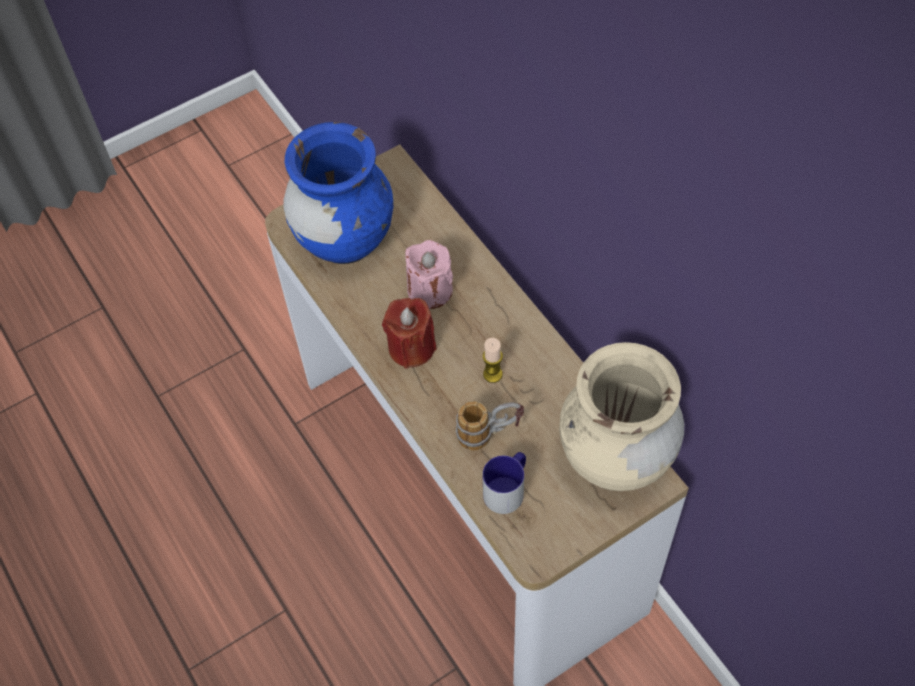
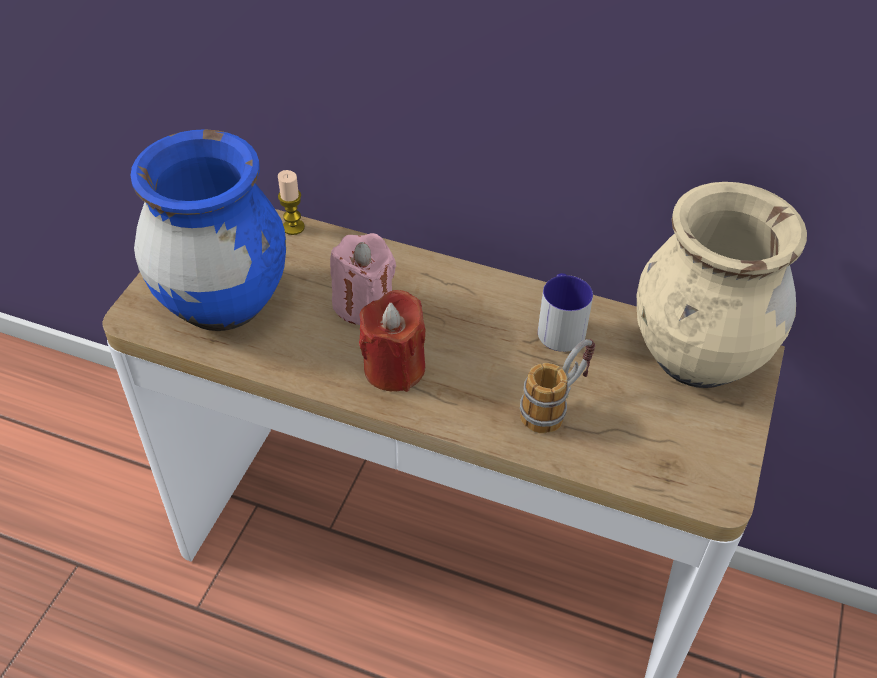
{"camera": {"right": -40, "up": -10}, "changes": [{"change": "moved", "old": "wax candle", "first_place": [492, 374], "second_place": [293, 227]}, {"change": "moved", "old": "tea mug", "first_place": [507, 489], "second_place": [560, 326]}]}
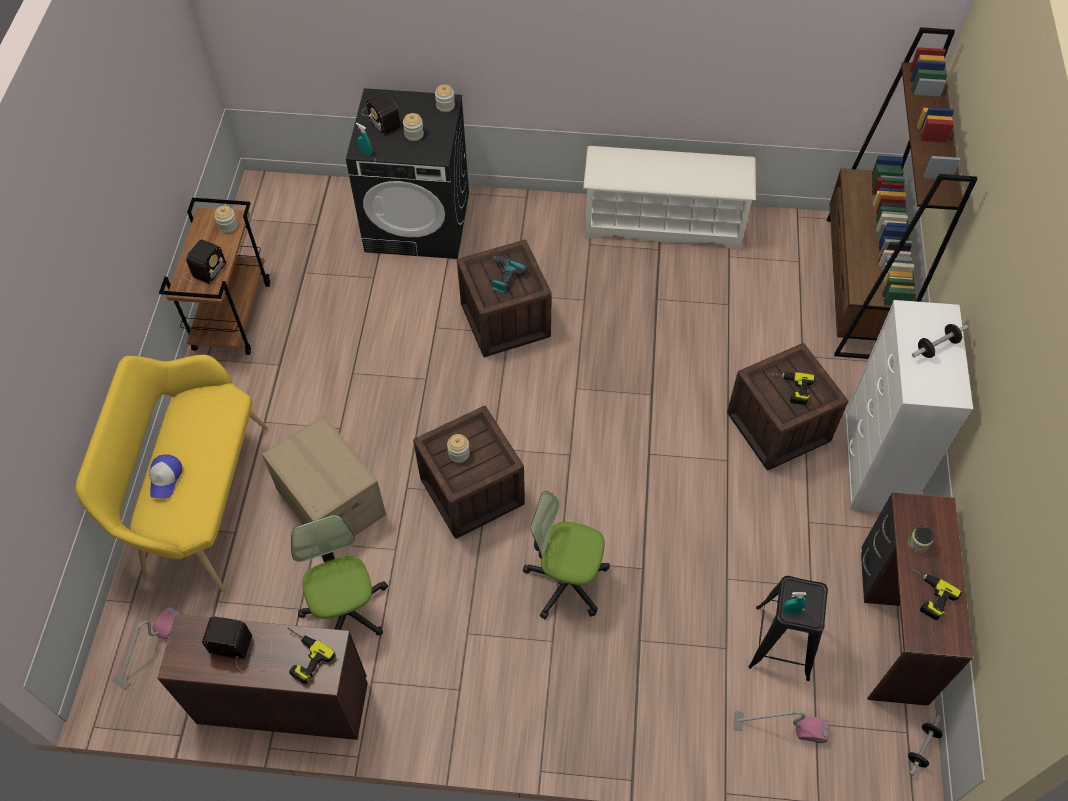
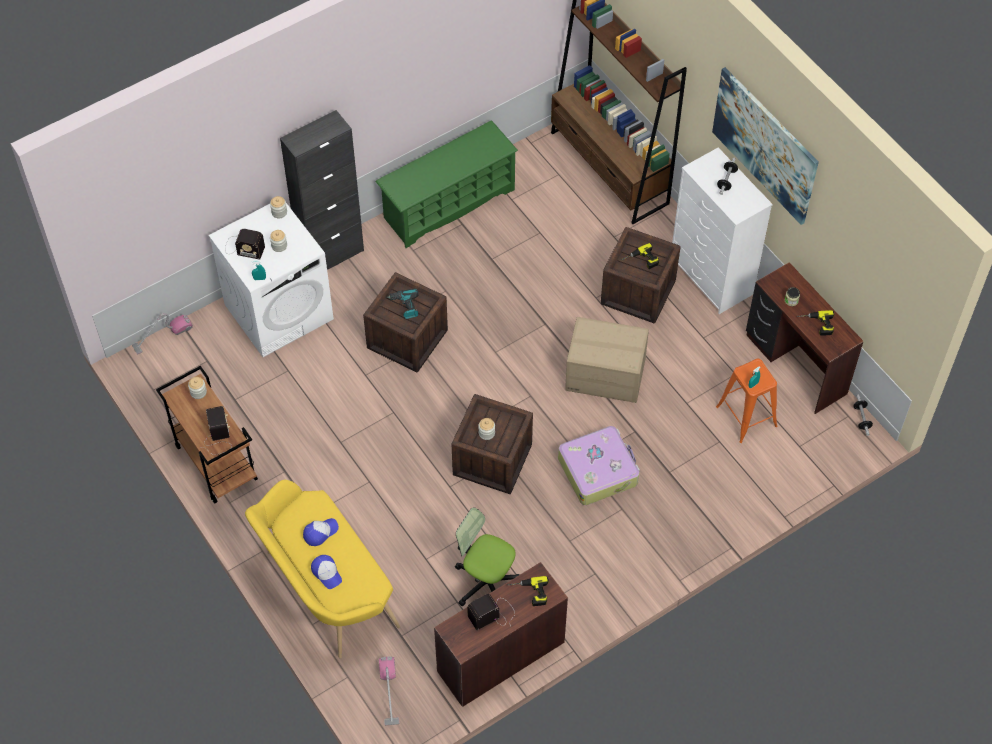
{"camera": {"right": -40, "up": 0}, "changes": [{"change": "recoloured", "old": "blackish washing machine", "new": "whitish washing machine", "first_place": [418, 222], "second_place": [279, 311]}, {"change": "recoloured", "old": "whitish shoe stand", "new": "green shoe stand", "first_place": [663, 223], "second_place": [448, 204]}, {"change": "moved", "old": "carton", "first_place": [330, 502], "second_place": [605, 375]}, {"change": "replaced", "old": "computer chair", "new": "piece of luggage", "first_place": [566, 581], "second_place": [598, 470]}, {"change": "recoloured", "old": "blackish stool seat", "new": "orange stool seat", "first_place": [782, 643], "second_place": [746, 416]}, {"change": "moved", "old": "vacuum cleaner", "first_place": [780, 727], "second_place": [162, 336]}, {"change": "added", "new": "wall art", "second_place": [765, 145]}, {"change": "added", "new": "blackish cabinet", "second_place": [331, 255]}, {"change": "added", "new": "cap", "second_place": [320, 532]}]}
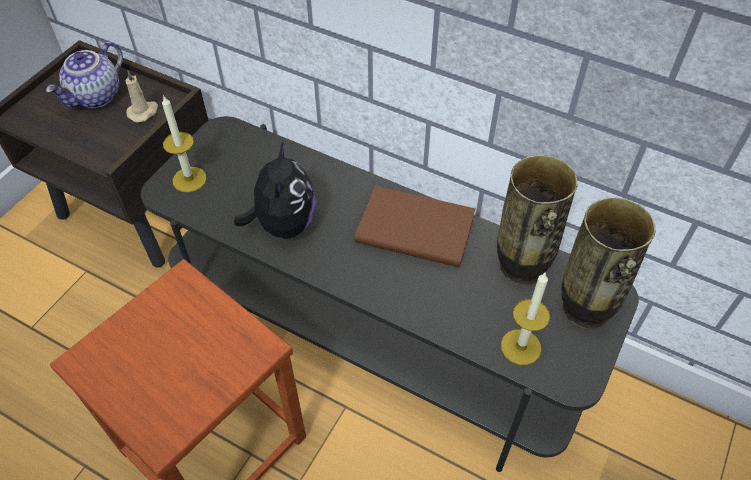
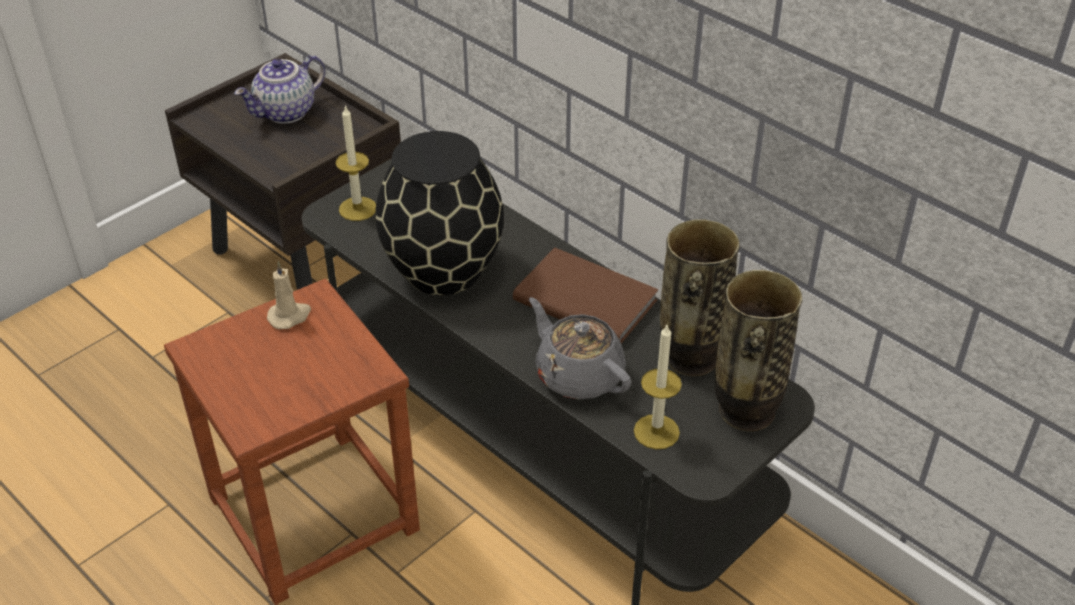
{"camera": {"right": 15, "up": -10}, "changes": [{"change": "moved", "old": "sand-coloured wax candle", "first_place": [143, 112], "second_place": [290, 316]}, {"change": "replaced", "old": "plush toy", "new": "blackish decorative vase", "first_place": [283, 224], "second_place": [442, 269]}, {"change": "added", "new": "greyish tea pot", "second_place": [578, 375]}]}
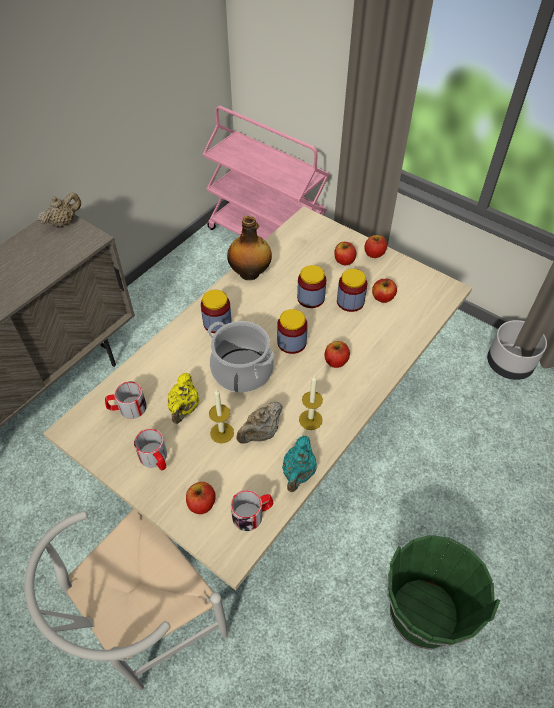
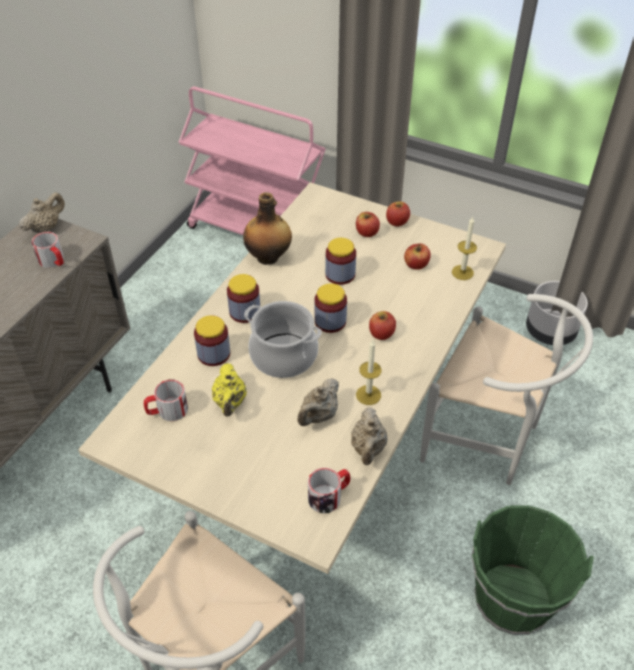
{"camera": {"right": -10, "up": -5}, "changes": [{"change": "moved", "old": "preserve jar", "first_place": [350, 301], "second_place": [214, 354]}, {"change": "moved", "old": "wax candle", "first_place": [222, 433], "second_place": [462, 272]}, {"change": "moved", "old": "tea mug", "first_place": [155, 459], "second_place": [53, 261]}, {"change": "recoloured", "old": "blue-green tea pot", "new": "sand-coloured tea pot", "first_place": [298, 473], "second_place": [368, 449]}, {"change": "removed", "old": "whole apple", "first_place": [201, 503]}, {"change": "added", "new": "whitish plain chair", "second_place": [489, 441]}]}
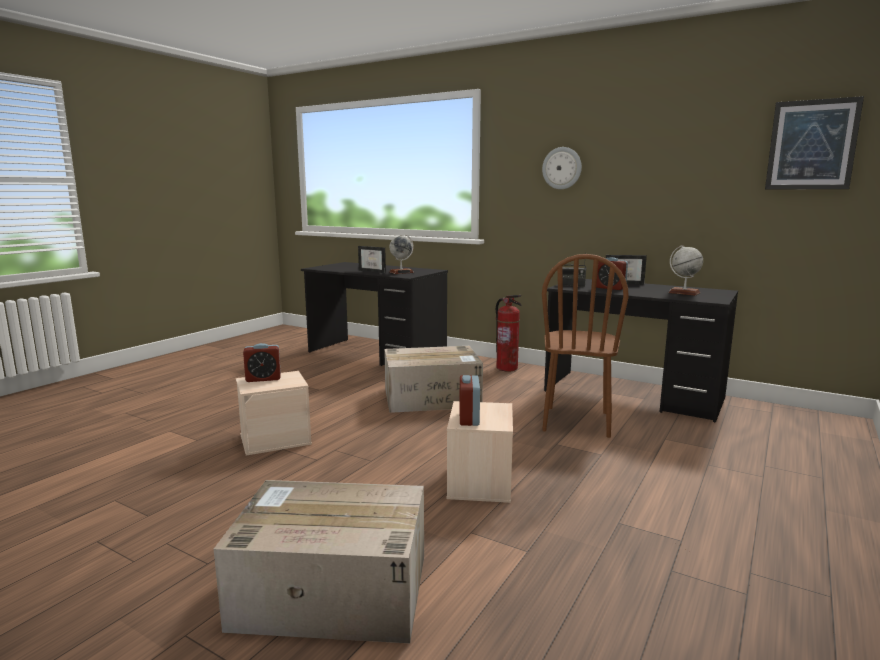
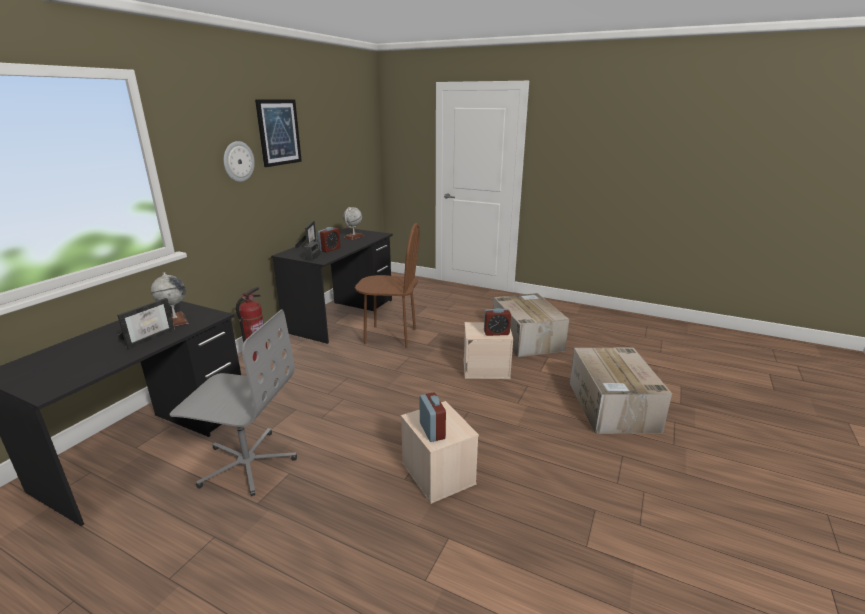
{"camera": {"right": -95, "up": 10}, "changes": [{"change": "moved", "old": "wall art", "first_place": [812, 145], "second_place": [278, 132]}, {"change": "moved", "old": "carton", "first_place": [433, 398], "second_place": [526, 337]}, {"change": "added", "new": "greyish computer chair", "second_place": [247, 463]}]}
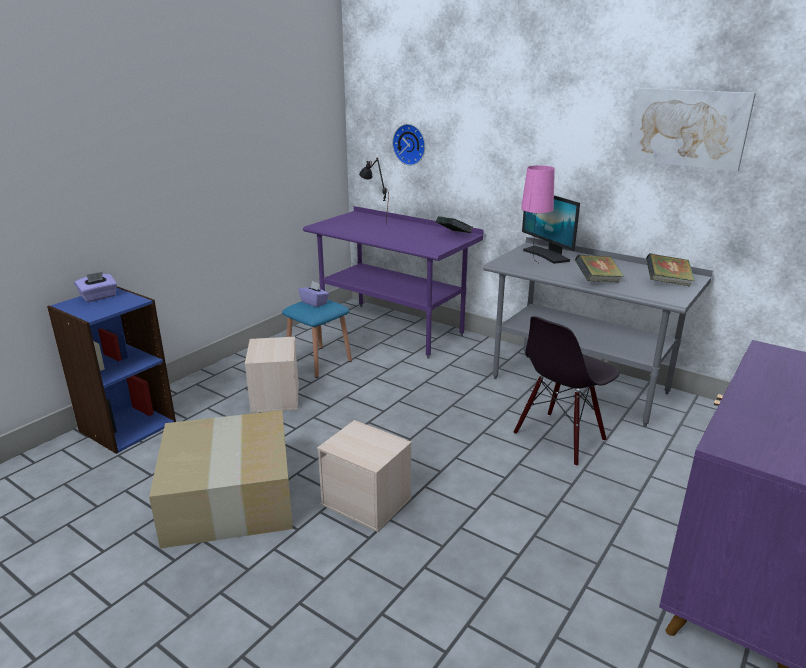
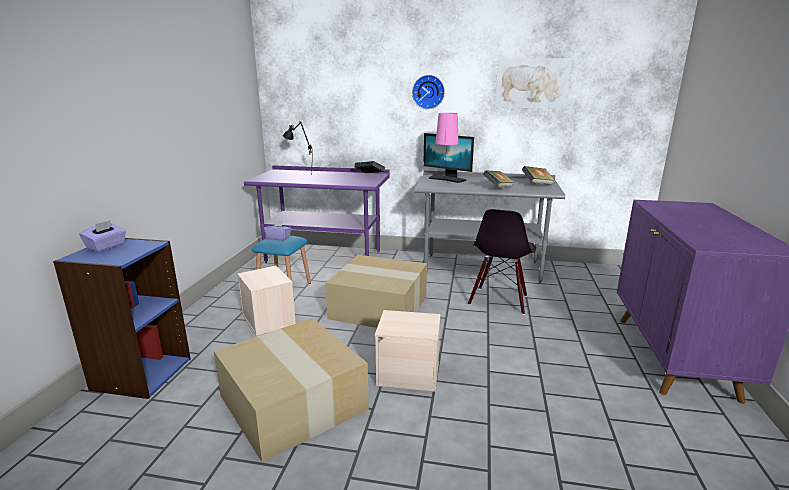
{"camera": {"right": -25, "up": -5}, "changes": [{"change": "moved", "old": "clock on the wall", "first_place": [410, 144], "second_place": [428, 92]}, {"change": "added", "new": "carton", "second_place": [380, 306]}]}
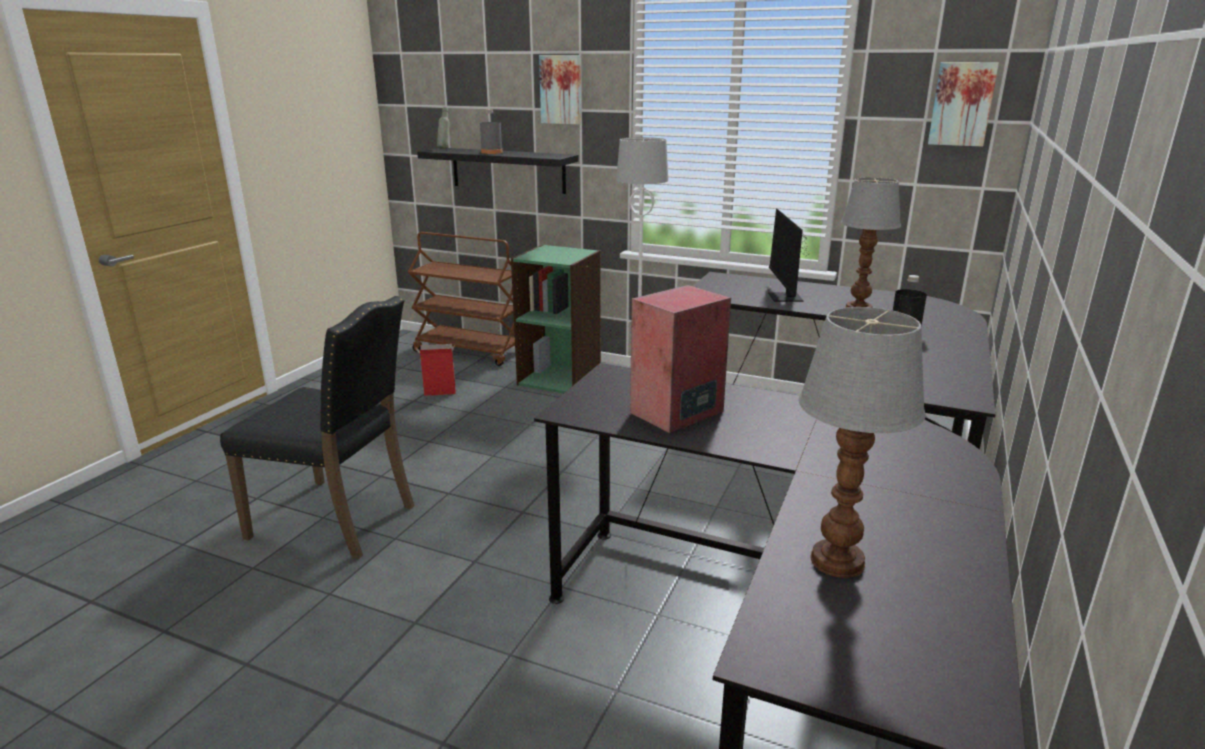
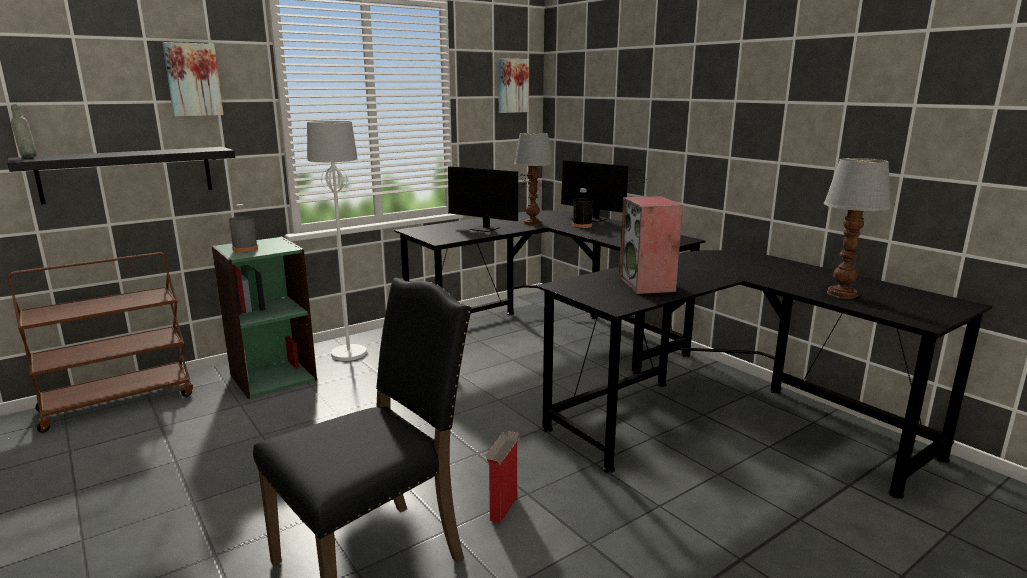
{"camera": {"right": -60, "up": -5}, "changes": [{"change": "moved", "old": "greyish bottle", "first_place": [491, 152], "second_place": [245, 249]}, {"change": "moved", "old": "carton", "first_place": [439, 393], "second_place": [503, 509]}, {"change": "added", "new": "monitor", "second_place": [596, 220]}]}
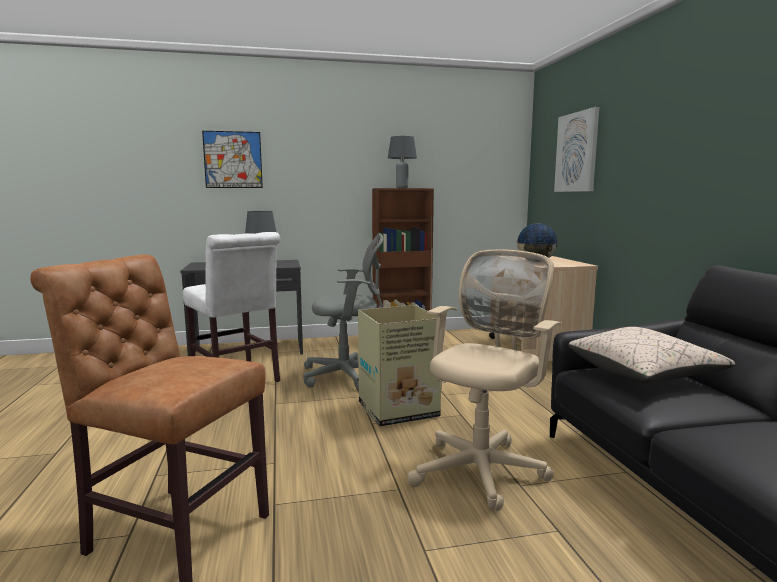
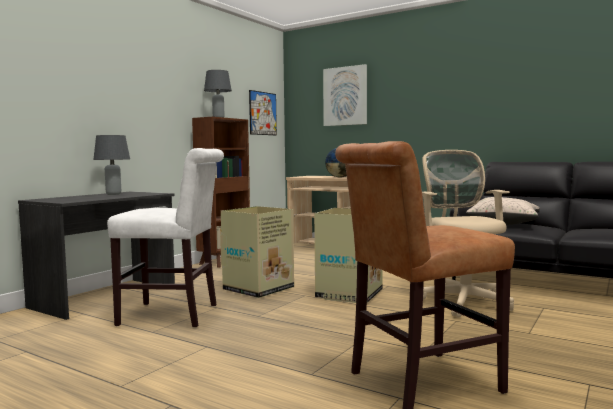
{"camera": {"right": -45, "up": -5}, "changes": [{"change": "moved", "old": "wall art", "first_place": [233, 160], "second_place": [263, 113]}, {"change": "replaced", "old": "greyish computer chair", "new": "carton", "first_place": [348, 376], "second_place": [259, 289]}]}
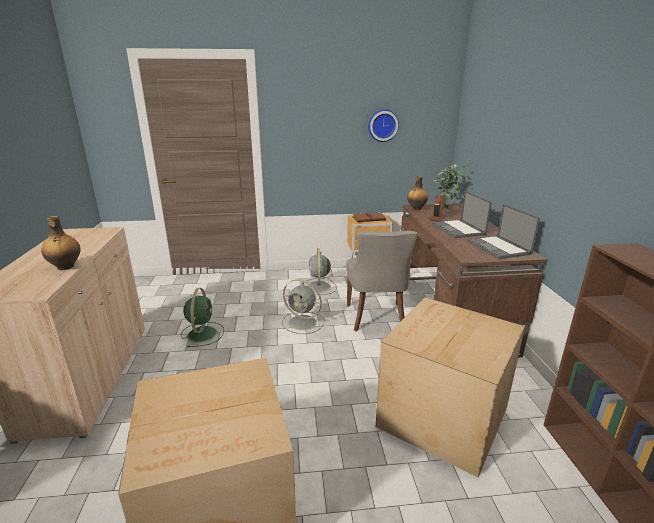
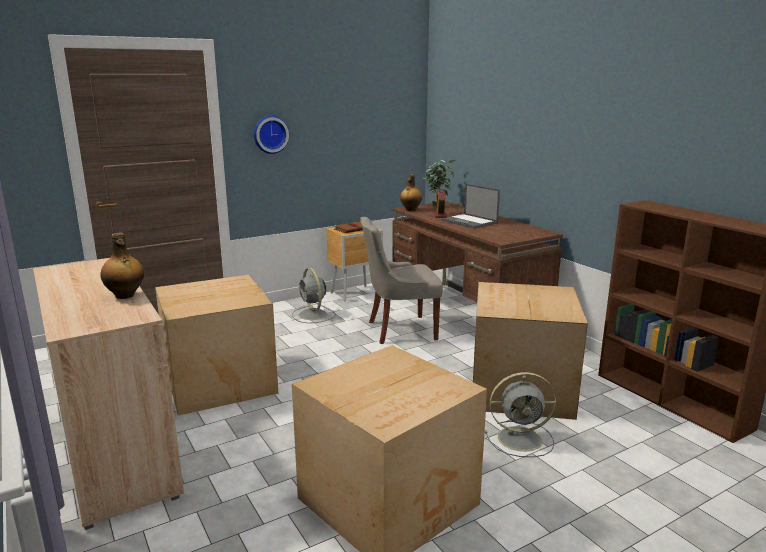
{"camera": {"right": -25, "up": -5}, "changes": [{"change": "moved", "old": "clock on the wall", "first_place": [382, 125], "second_place": [270, 134]}, {"change": "removed", "old": "portable computer", "first_place": [499, 248]}, {"change": "turned", "old": "greyish plain chair", "first_place": [376, 317], "second_place": [400, 330], "degrees": 105}, {"change": "moved", "old": "greyish electric fan", "first_place": [303, 323], "second_place": [522, 439]}, {"change": "replaced", "old": "green electric fan", "new": "carton", "first_place": [202, 333], "second_place": [218, 382]}]}
